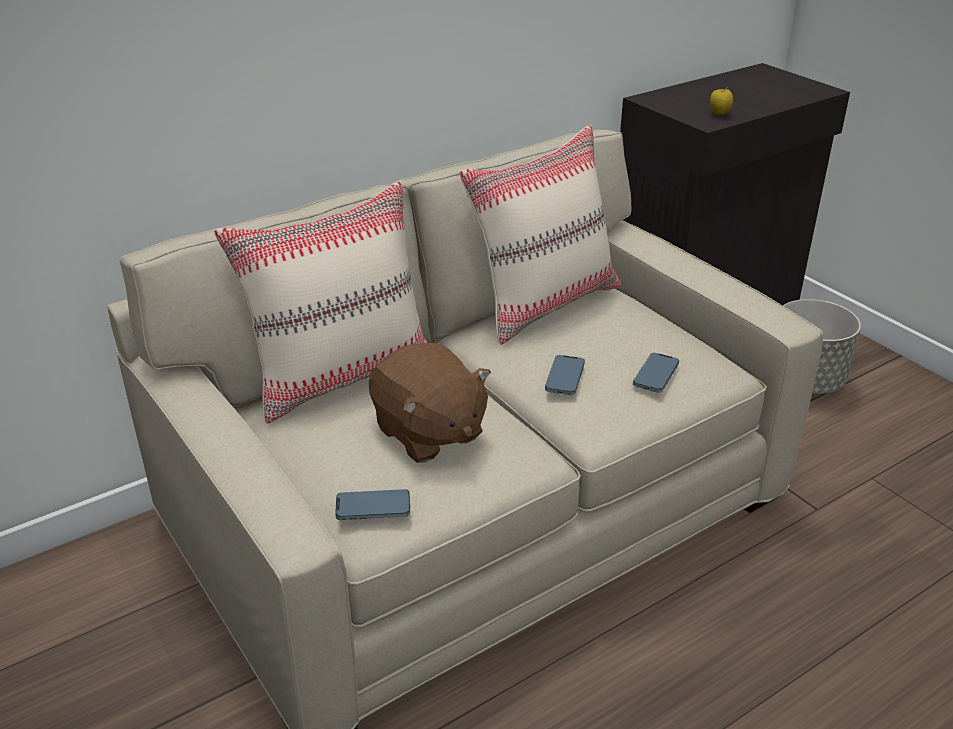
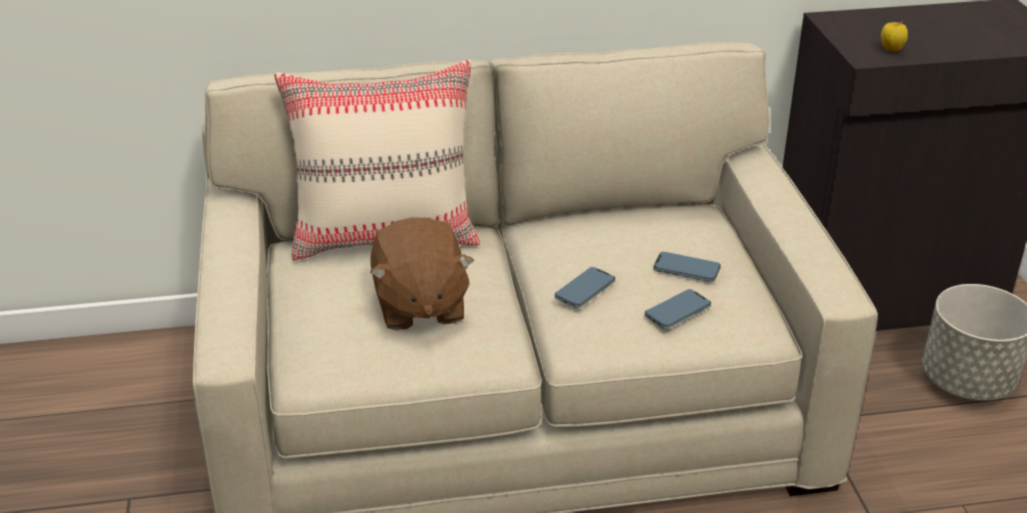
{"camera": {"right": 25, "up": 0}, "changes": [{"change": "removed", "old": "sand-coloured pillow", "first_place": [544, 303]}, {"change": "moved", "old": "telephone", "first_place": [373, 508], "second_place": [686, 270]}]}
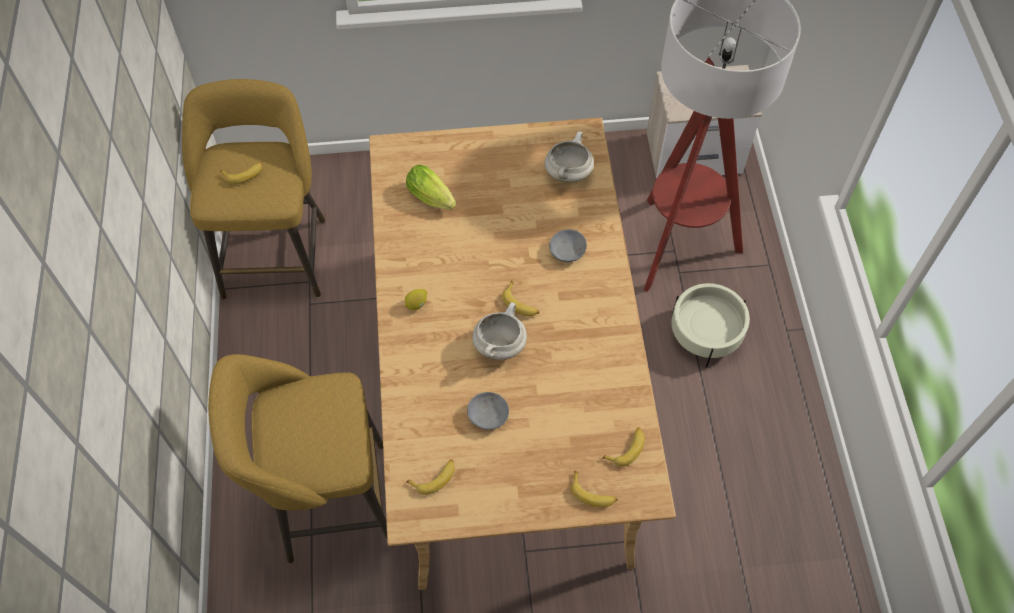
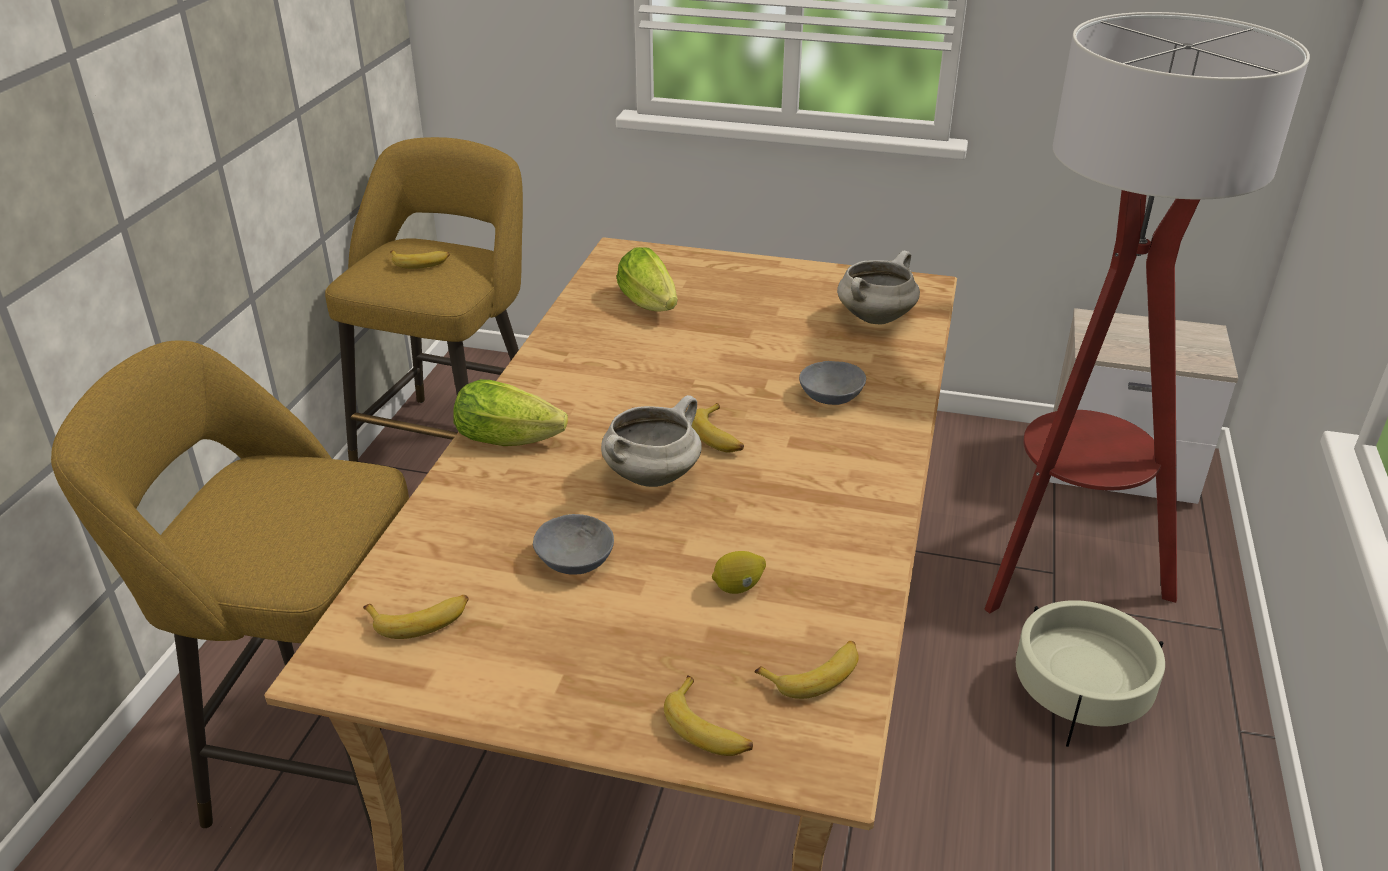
{"camera": {"right": 20, "up": -25}, "changes": [{"change": "moved", "old": "lemon", "first_place": [416, 304], "second_place": [738, 587]}, {"change": "added", "new": "lettuce", "second_place": [513, 438]}]}
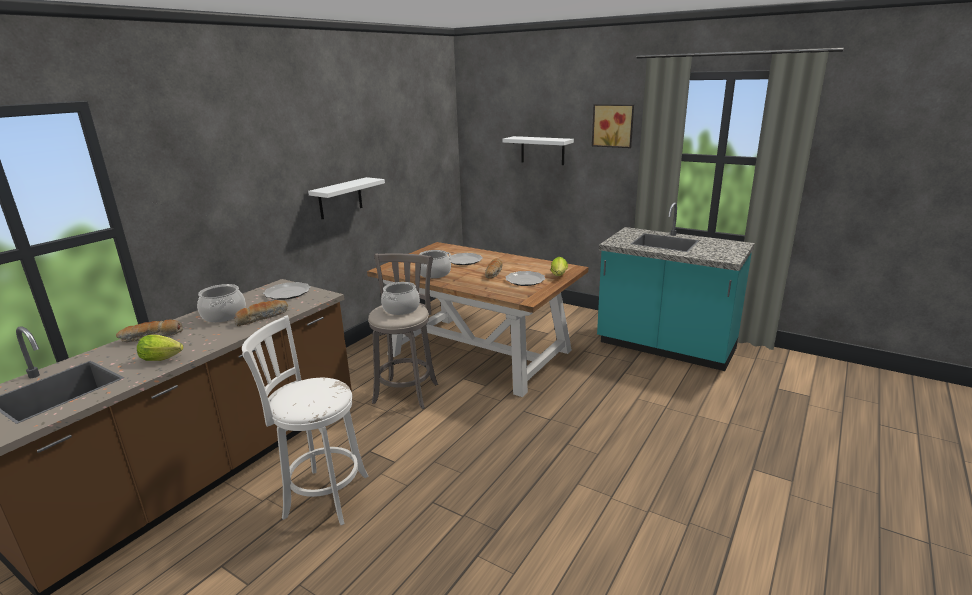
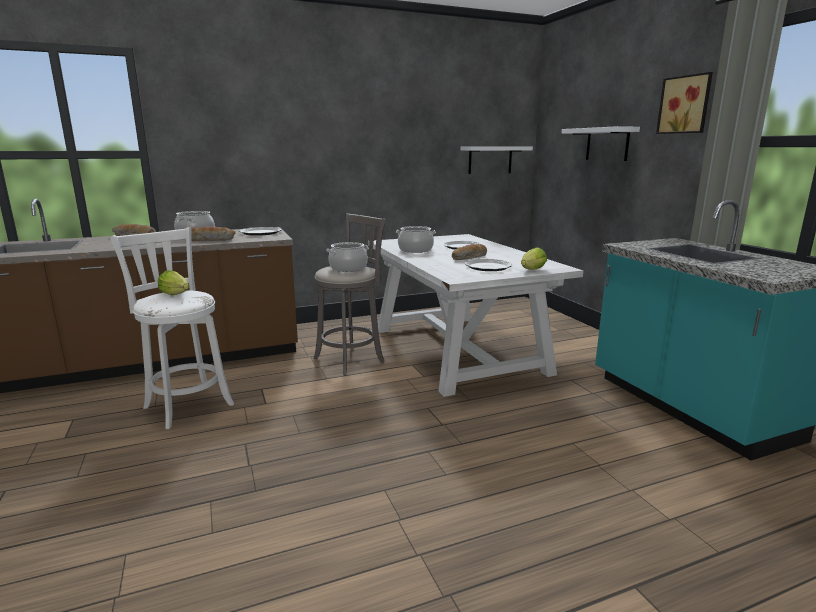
{"camera": {"right": 35, "up": -5}, "changes": [{"change": "moved", "old": "whitish wall shelf", "first_place": [340, 198], "second_place": [490, 160]}, {"change": "recoloured", "old": "brownish dining table", "new": "whitish dining table", "first_place": [478, 352], "second_place": [456, 349]}, {"change": "moved", "old": "lettuce", "first_place": [164, 359], "second_place": [176, 295]}]}
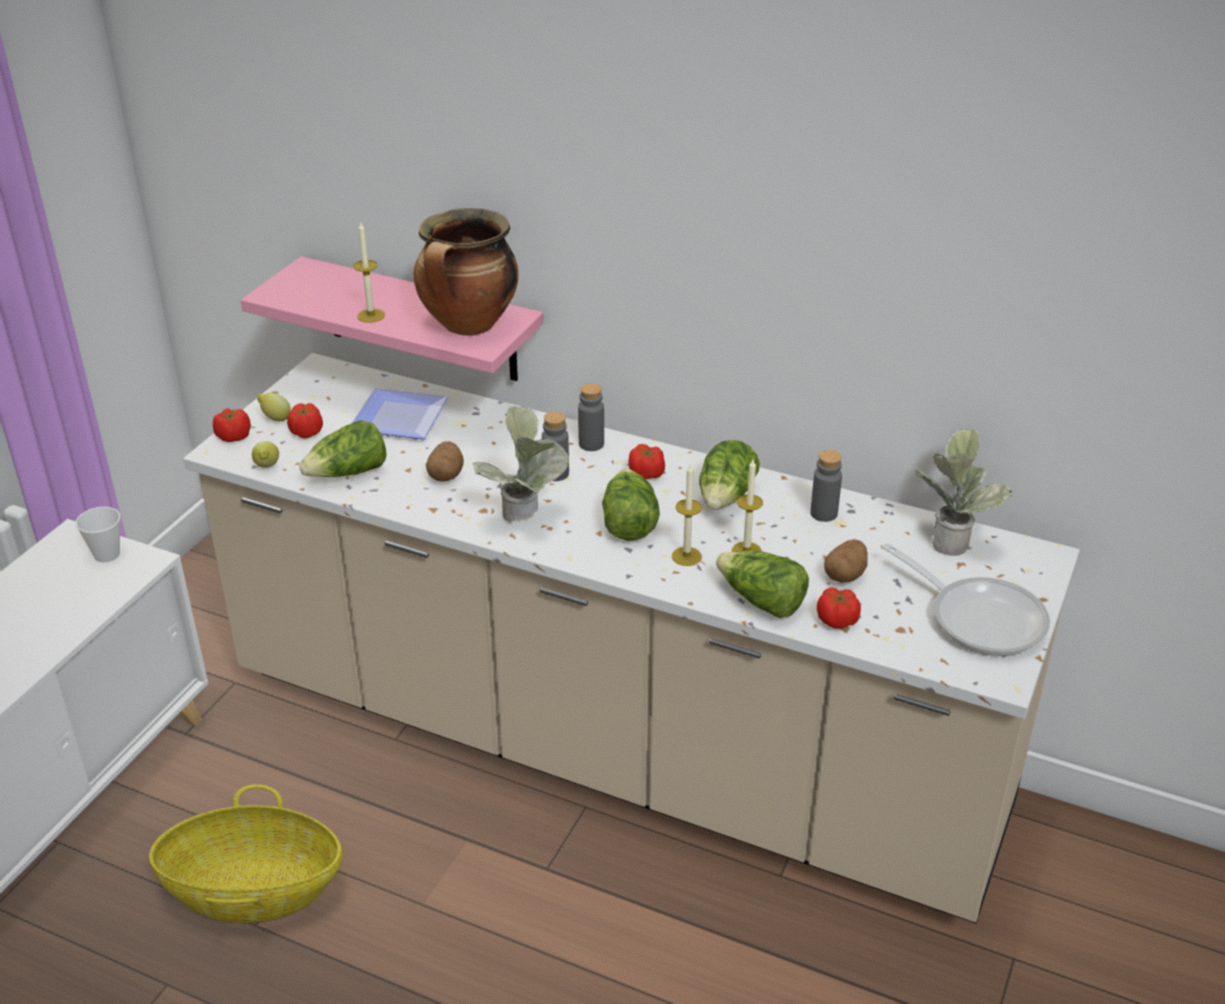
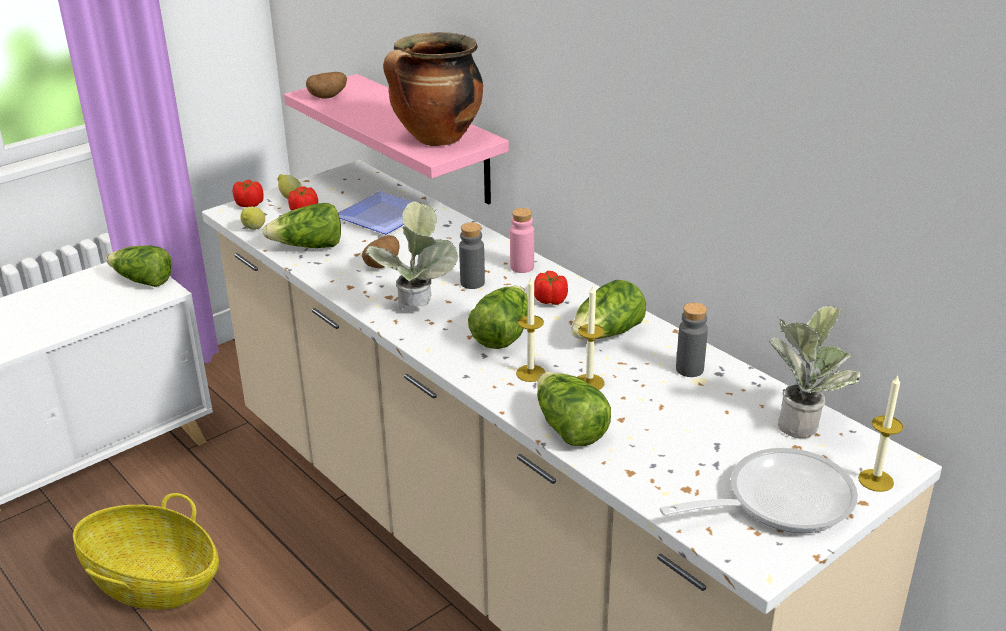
{"camera": {"right": 25, "up": -5}, "changes": [{"change": "moved", "old": "wax candle", "first_place": [371, 315], "second_place": [876, 480]}, {"change": "recoloured", "old": "greyish bottle", "new": "pinkish bottle", "first_place": [591, 444], "second_place": [522, 267]}, {"change": "replaced", "old": "small cup", "new": "lettuce", "first_place": [107, 554], "second_place": [143, 281]}, {"change": "moved", "old": "whole potato", "first_place": [845, 574], "second_place": [328, 96]}, {"change": "turned", "old": "skillet", "first_place": [979, 617], "second_place": [778, 500], "degrees": -90}, {"change": "removed", "old": "fresh tomato", "first_place": [837, 620]}]}
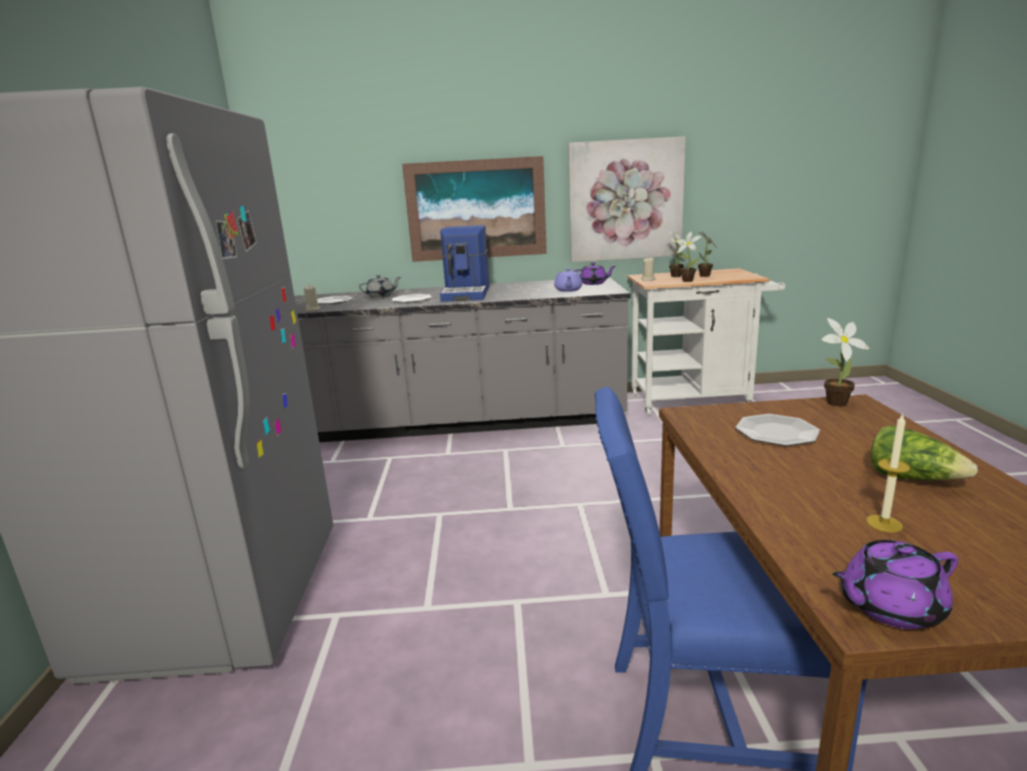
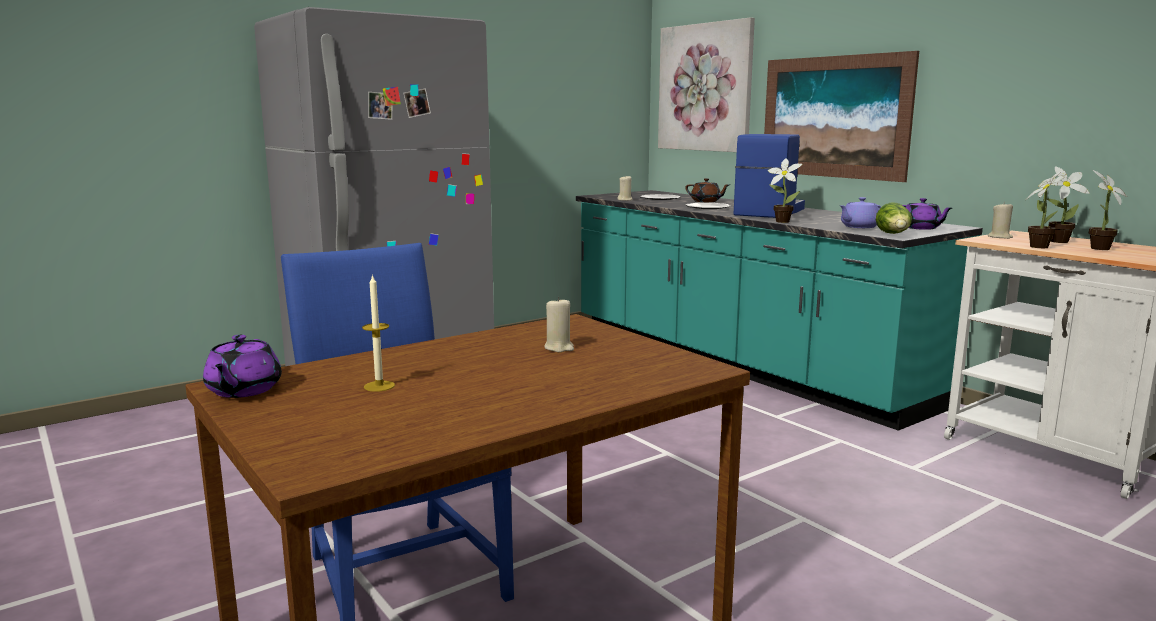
{"camera": {"right": 55, "up": -5}, "changes": [{"change": "moved", "old": "wall art", "first_place": [625, 200], "second_place": [705, 88]}, {"change": "turned", "old": "coffee maker", "first_place": [467, 293], "second_place": [768, 212], "degrees": 150}, {"change": "recoloured", "old": "greyish tea pot", "new": "brownish tea pot", "first_place": [381, 296], "second_place": [706, 201]}, {"change": "recoloured", "old": "greyish kitchen base unit", "new": "blue-green kitchen base unit", "first_place": [452, 422], "second_place": [739, 361]}, {"change": "moved", "old": "potted plant", "first_place": [833, 403], "second_place": [780, 221]}, {"change": "replaced", "old": "flat dish", "new": "sand-coloured wax candle", "first_place": [776, 432], "second_place": [559, 348]}, {"change": "moved", "old": "lettuce", "first_place": [912, 478], "second_place": [894, 234]}, {"change": "turned", "old": "purplish tea pot", "first_place": [890, 607], "second_place": [243, 390], "degrees": -135}]}
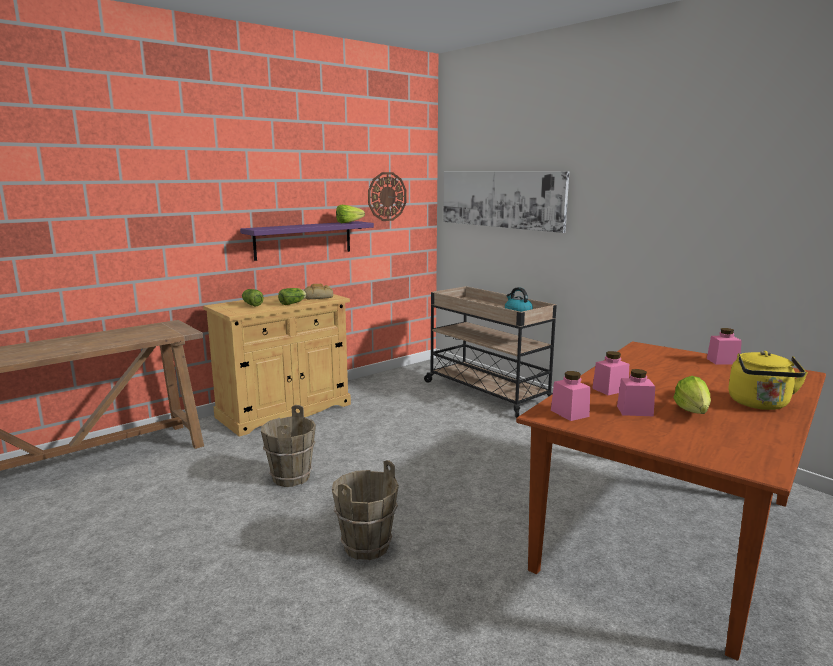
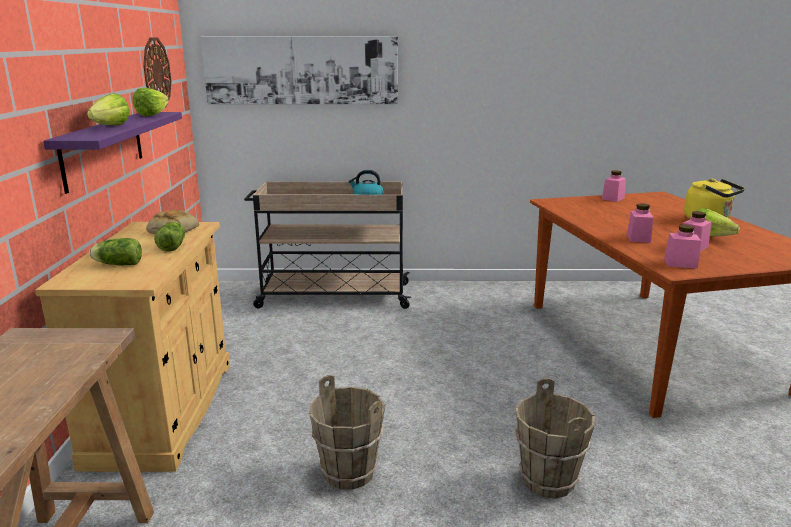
{"camera": {"right": -50, "up": 5}, "changes": [{"change": "added", "new": "lettuce", "second_place": [107, 127]}]}
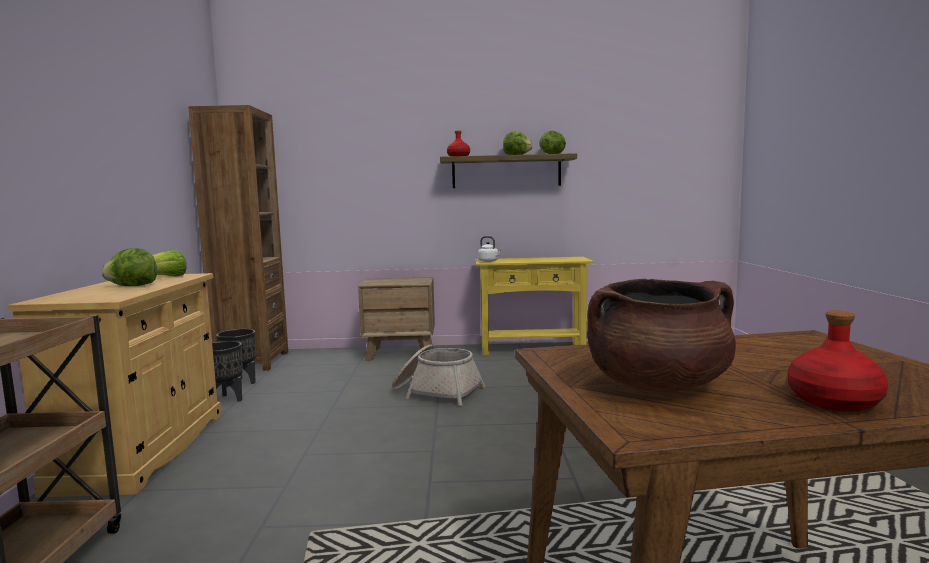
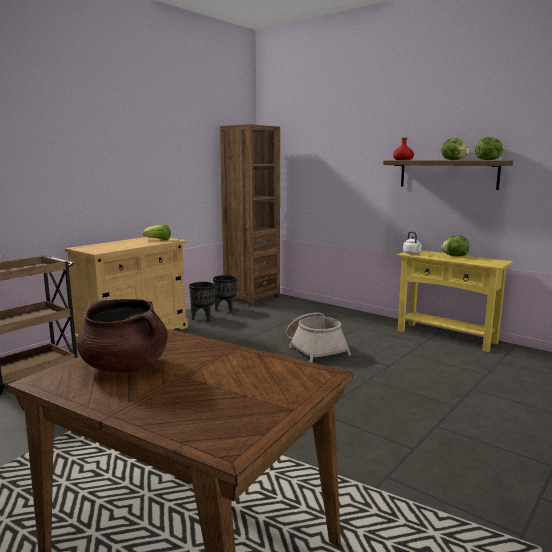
{"camera": {"right": 40, "up": 5}, "changes": [{"change": "moved", "old": "lettuce", "first_place": [133, 286], "second_place": [454, 256]}, {"change": "removed", "old": "brownish bedside table", "first_place": [400, 353]}, {"change": "removed", "old": "red bottle", "first_place": [835, 401]}]}
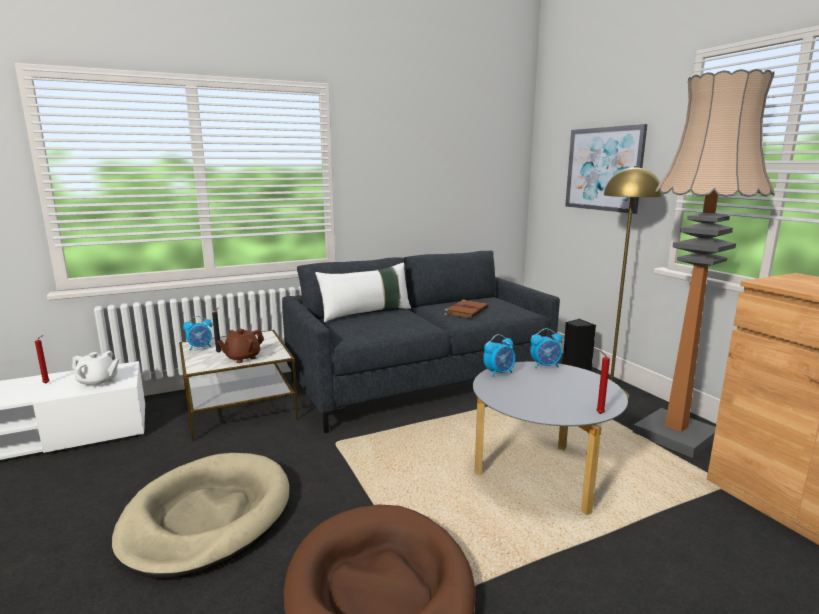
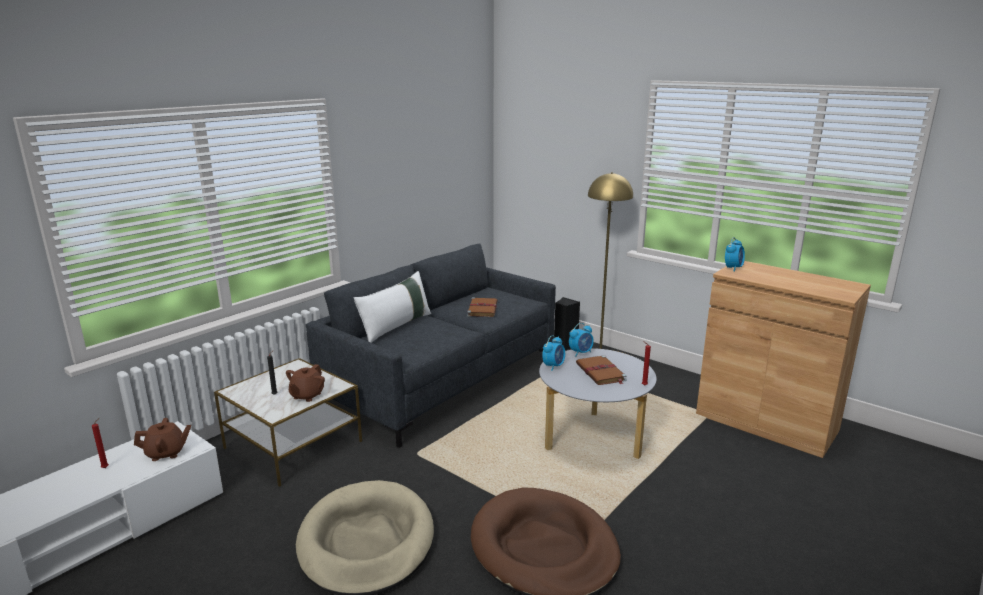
{"camera": {"right": -25, "up": 5}, "changes": [{"change": "removed", "old": "standing lamp", "first_place": [675, 435]}, {"change": "removed", "old": "wall art", "first_place": [603, 169]}, {"change": "moved", "old": "alarm clock", "first_place": [200, 348], "second_place": [733, 268]}, {"change": "recoloured", "old": "whitish tea pot", "new": "brownish tea pot", "first_place": [98, 382], "second_place": [166, 453]}, {"change": "added", "new": "brownish volume", "second_place": [601, 373]}]}
